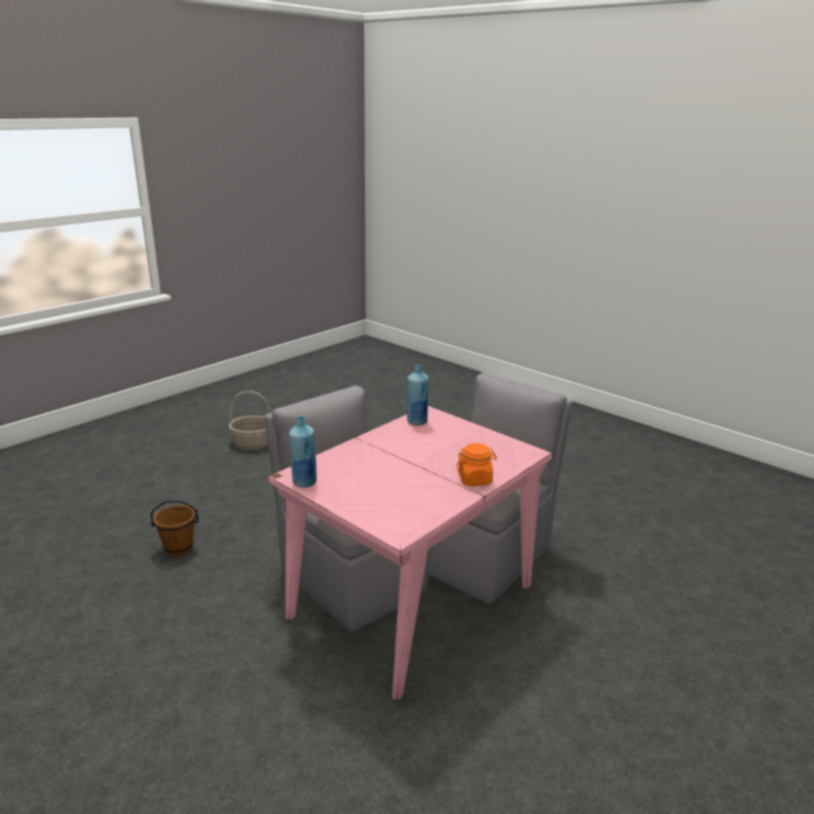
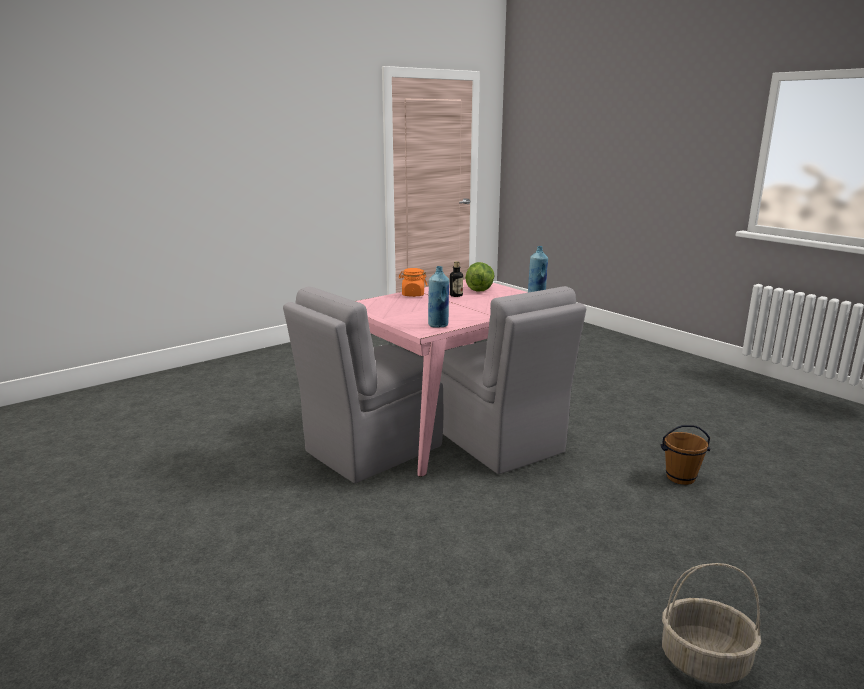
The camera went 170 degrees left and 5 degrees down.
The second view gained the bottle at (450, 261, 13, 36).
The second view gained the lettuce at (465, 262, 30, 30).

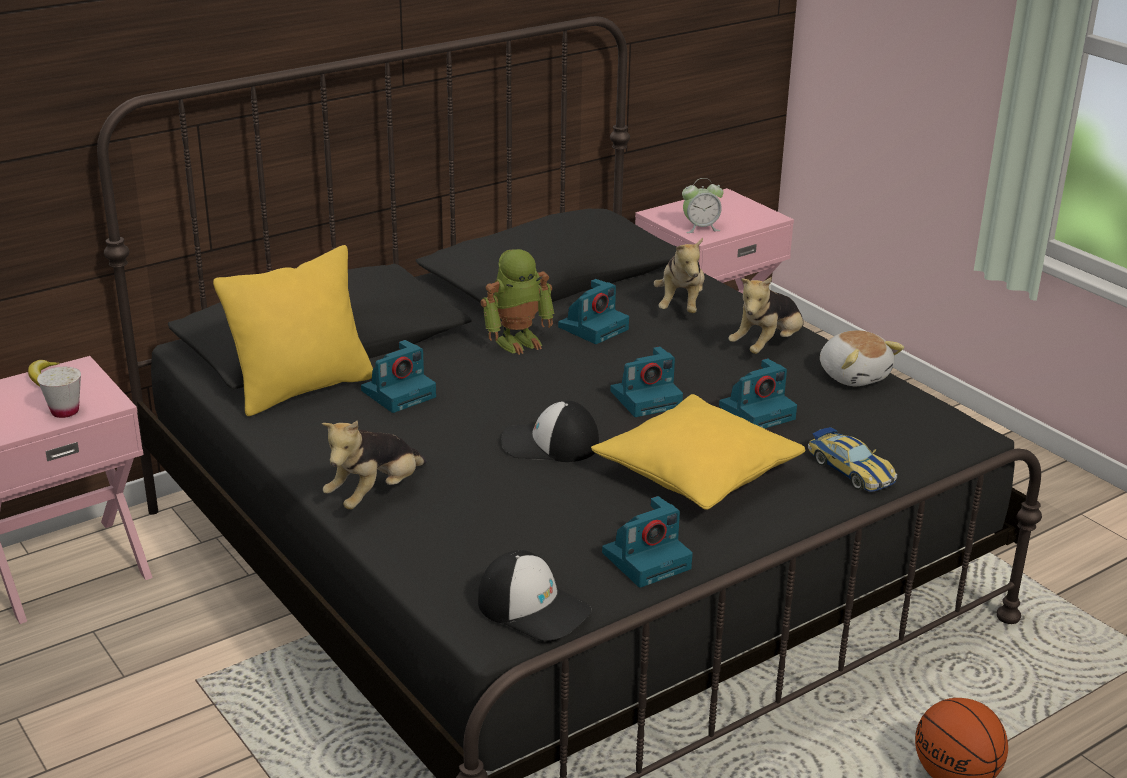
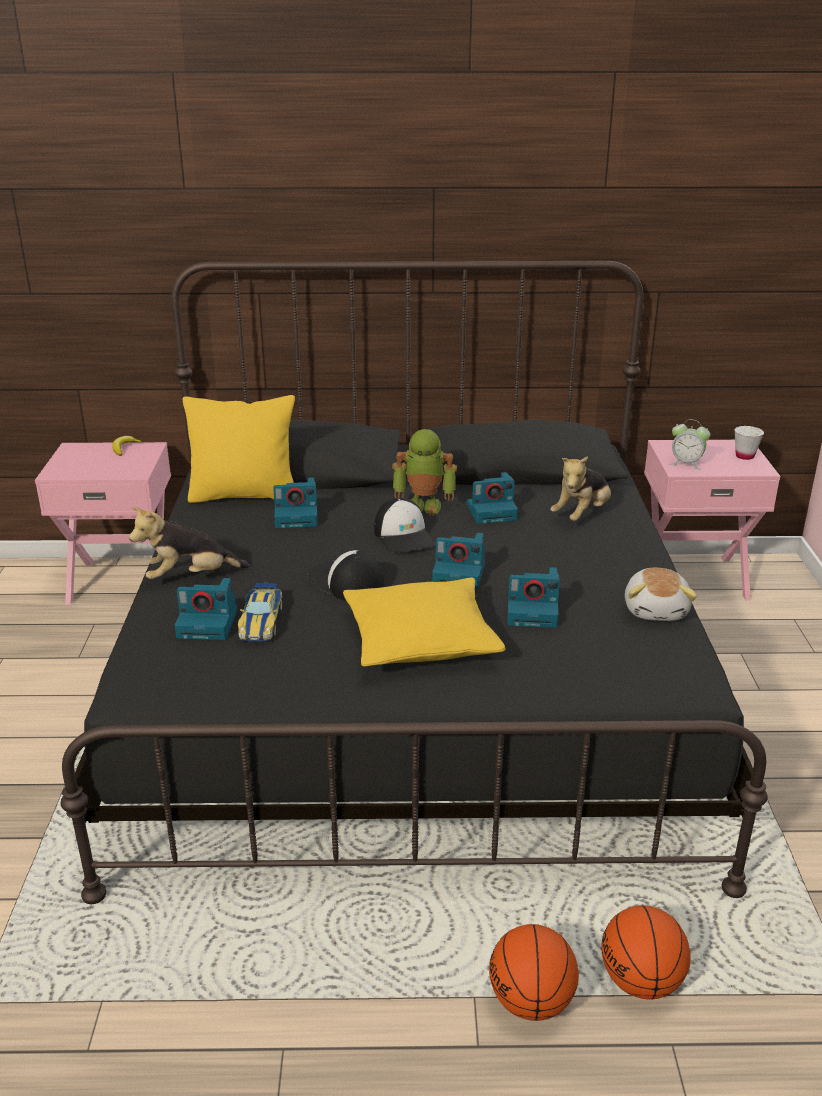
The camera went 35 degrees right and 0 degrees up.
The white_cup ended up elsewhere, having gone from (37, 367, 44, 51) to (735, 426, 29, 34).
The cap ended up elsewhere, having gone from (478, 550, 113, 91) to (374, 498, 62, 55).
The photo_camera ended up elsewhere, having gone from (602, 496, 91, 92) to (175, 578, 62, 62).
The second view lost the plush_toy at (728, 278, 76, 76).
The toy_car ended up elsewhere, having gone from (808, 427, 89, 65) to (238, 583, 44, 58).
The second view gained the basketball at (601, 905, 90, 94).

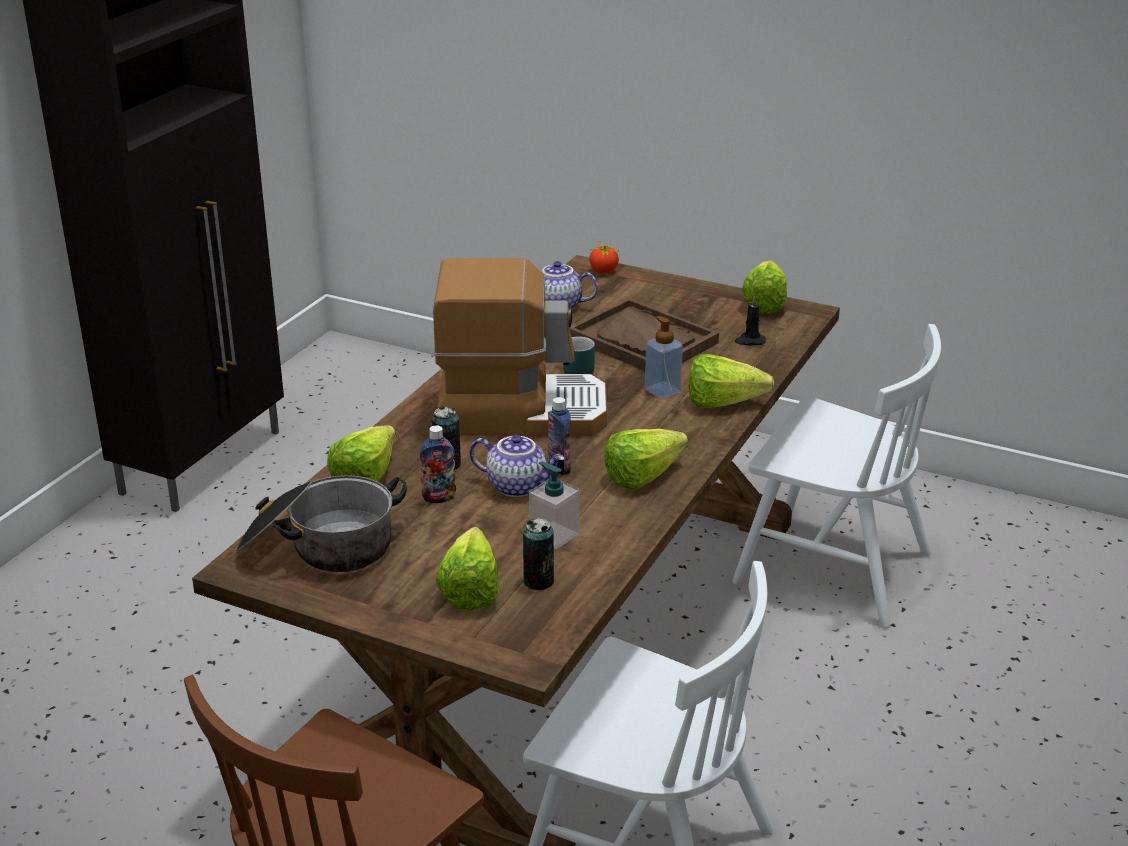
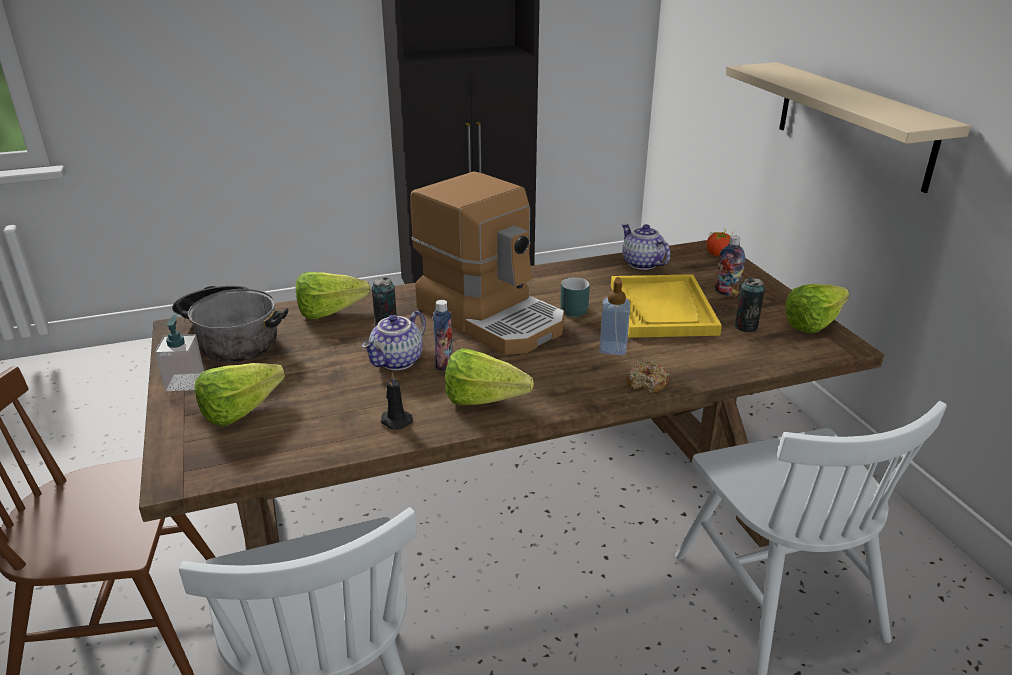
The camera went 45 degrees right and 0 degrees up.
The bottle ended up elsewhere, having gone from (419, 425, 37, 78) to (715, 235, 30, 61).
The teapot at (470, 435, 95, 62) ended up facing another way, 60 degrees clockwise from before.
The can ended up elsewhere, having gone from (523, 518, 31, 72) to (735, 278, 30, 54).
The soap_dispenser ended up elsewhere, having gone from (529, 461, 51, 88) to (155, 315, 49, 76).
What was the brown_tray at (570, 298, 149, 73) turned into the yellow_tray at (611, 274, 111, 64).
Where the lettuce stood at (689, 354, 85, 54), the donut came to stand at (626, 360, 43, 33).
The black_candle ended up elsewhere, having gone from (734, 296, 32, 50) to (381, 373, 32, 57).
The second view gained the beige_shelf at (726, 62, 245, 131).

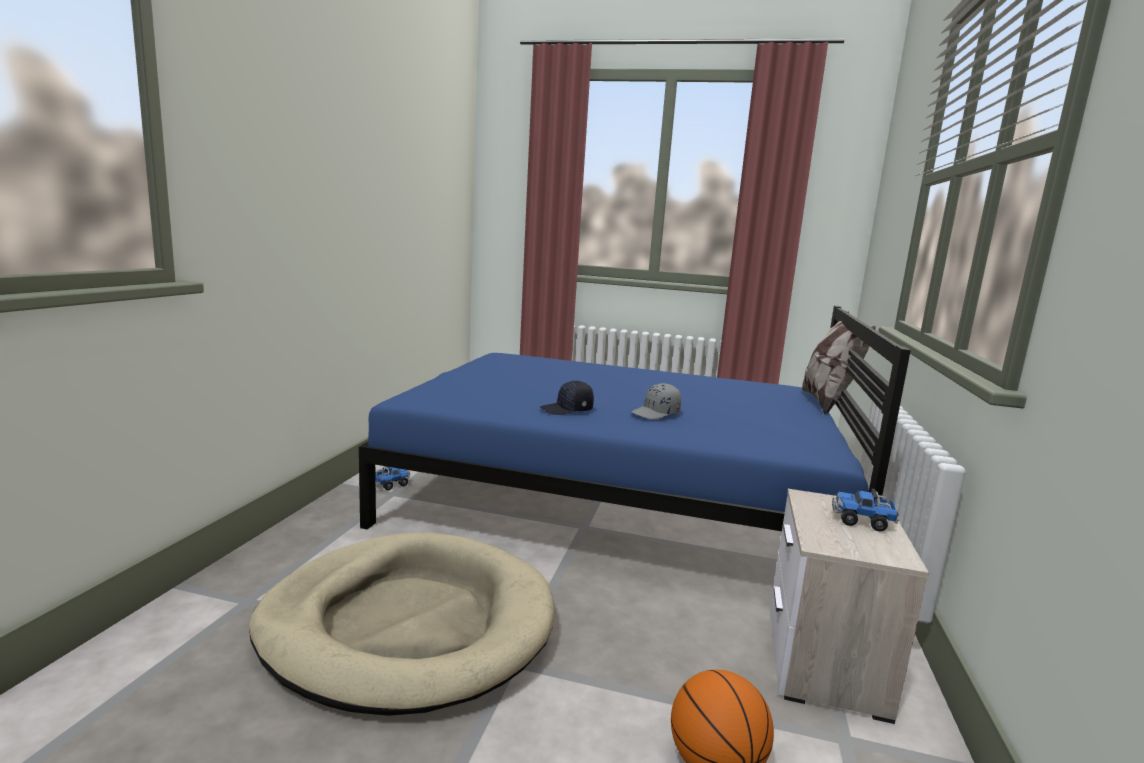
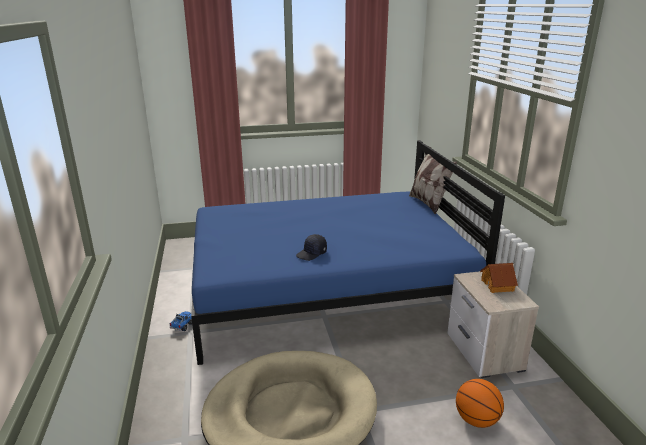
The camera went 25 degrees left and 10 degrees up.
The second view lost the grey_cap at (631, 383, 50, 36).
Where the toy_truck stood at (832, 489, 67, 42), the toy_house came to stand at (480, 263, 38, 30).

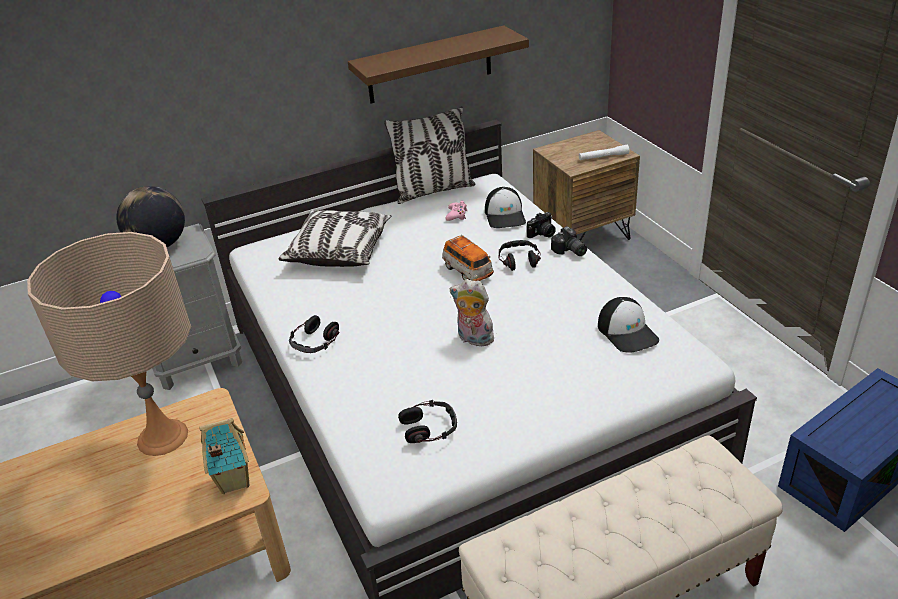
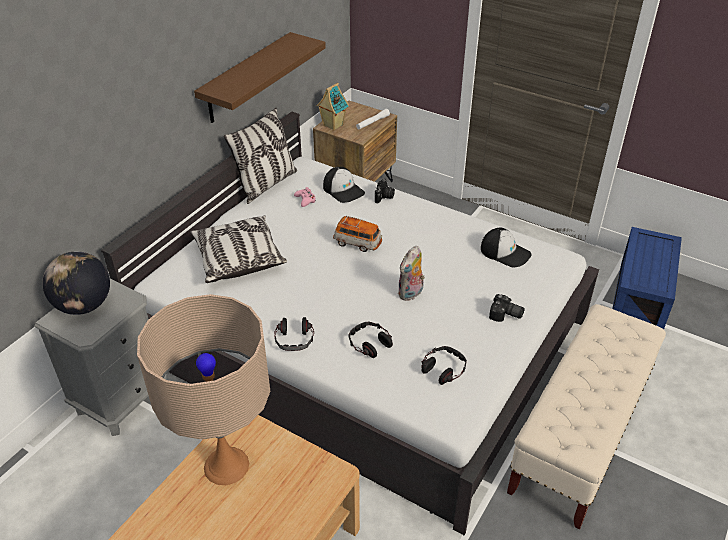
The camera went 35 degrees left and 5 degrees up.
The toy_house ended up elsewhere, having gone from (199, 418, 50, 76) to (316, 83, 33, 48).
The plush_toy at (450, 279, 46, 67) ended up facing another way, 45 degrees counterclockwise from before.
The headphones ended up elsewhere, having gone from (499, 240, 42, 31) to (348, 322, 45, 36).
The photo_camera ended up elsewhere, having gone from (551, 226, 36, 30) to (489, 294, 36, 28).

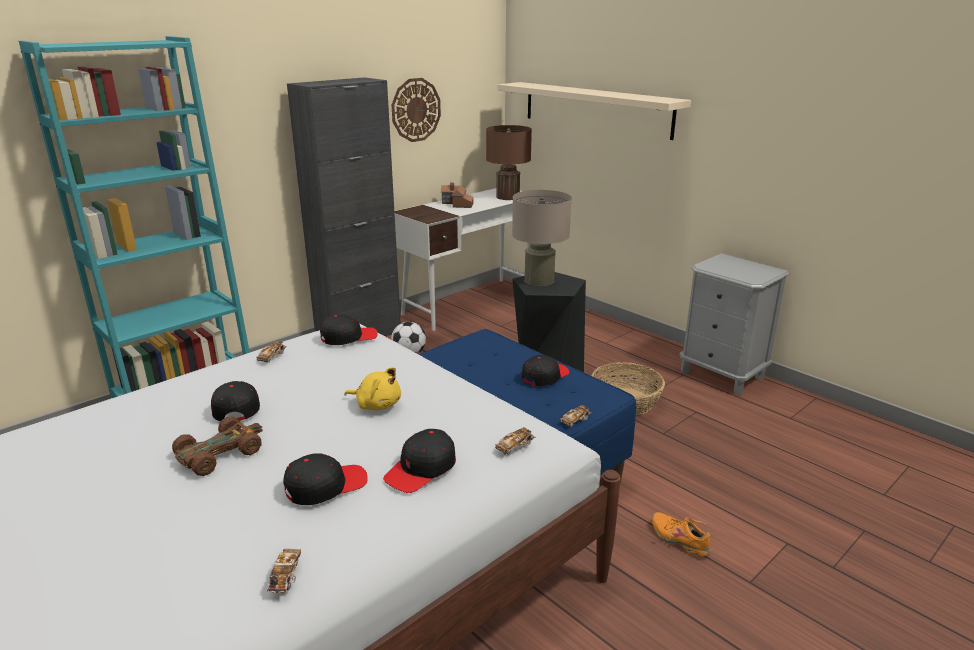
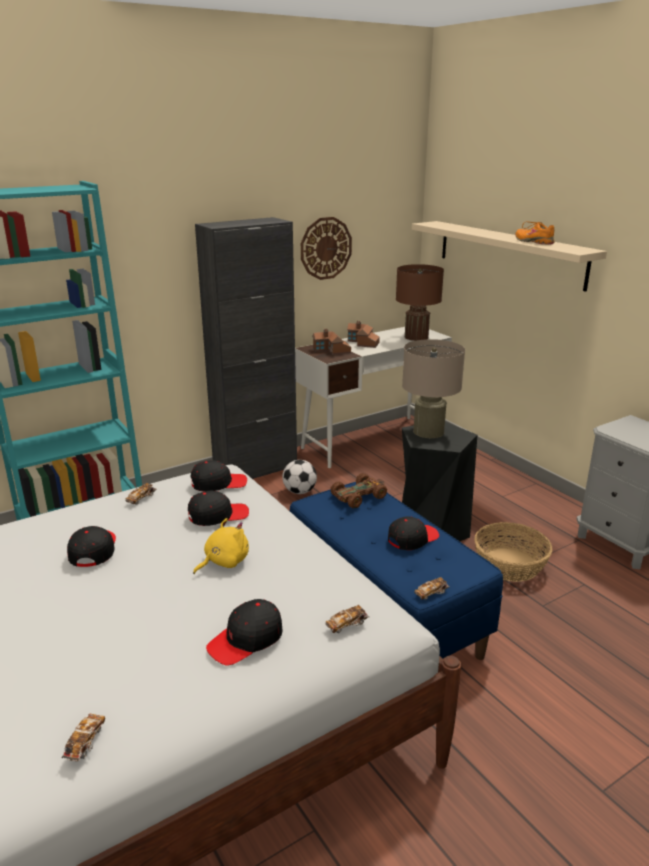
The camera went 10 degrees right and 0 degrees up.
The brown_toy_car ended up elsewhere, having gone from (172, 416, 91, 60) to (331, 473, 56, 35).
The black_cap ended up elsewhere, having gone from (283, 453, 85, 52) to (188, 491, 61, 35).
The yellow_plush_toy at (344, 367, 57, 43) ended up facing another way, 75 degrees counterclockwise from before.
The orange_shoe ended up elsewhere, having gone from (652, 512, 59, 46) to (515, 221, 40, 24).
The second view gained the toy_house at (312, 329, 39, 26).

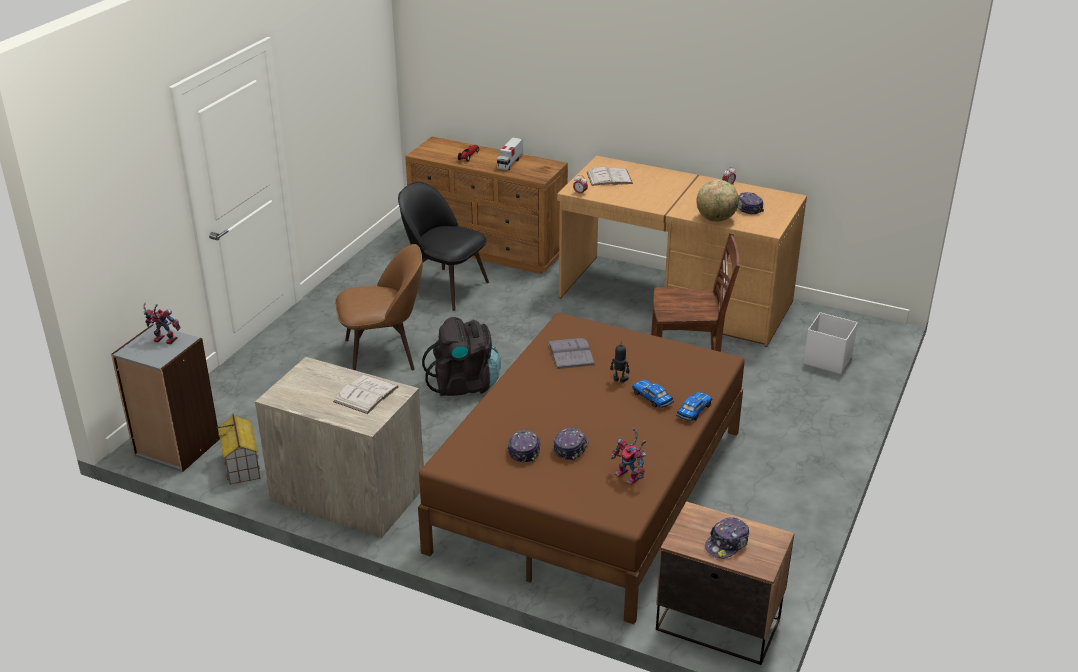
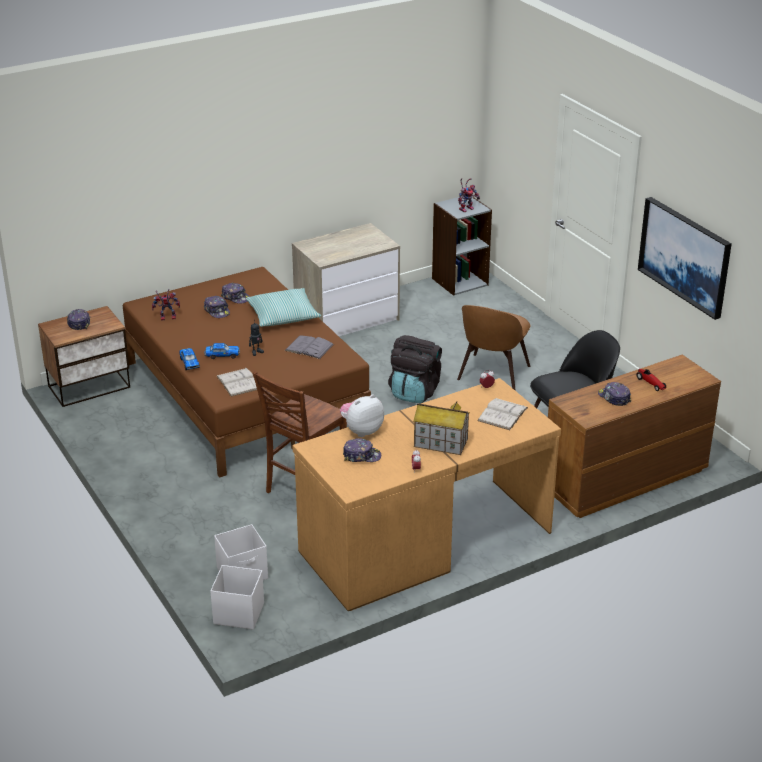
The camera went 125 degrees right and 0 degrees up.
The toy_house ended up elsewhere, having gone from (216, 414, 45, 71) to (413, 401, 56, 54).
The white_book ended up elsewhere, having gone from (333, 374, 66, 40) to (216, 368, 41, 29).
Where the toy_truck stood at (497, 137, 26, 34), the cap came to stand at (598, 382, 33, 24).
Where the globe stood at (696, 180, 43, 42), the plush_toy came to stand at (340, 394, 44, 43).
The second view gained the white_storage_box at (210, 565, 54, 65).
The second view gained the pillow at (246, 288, 75, 39).
The second view gained the picture at (638, 197, 94, 123).

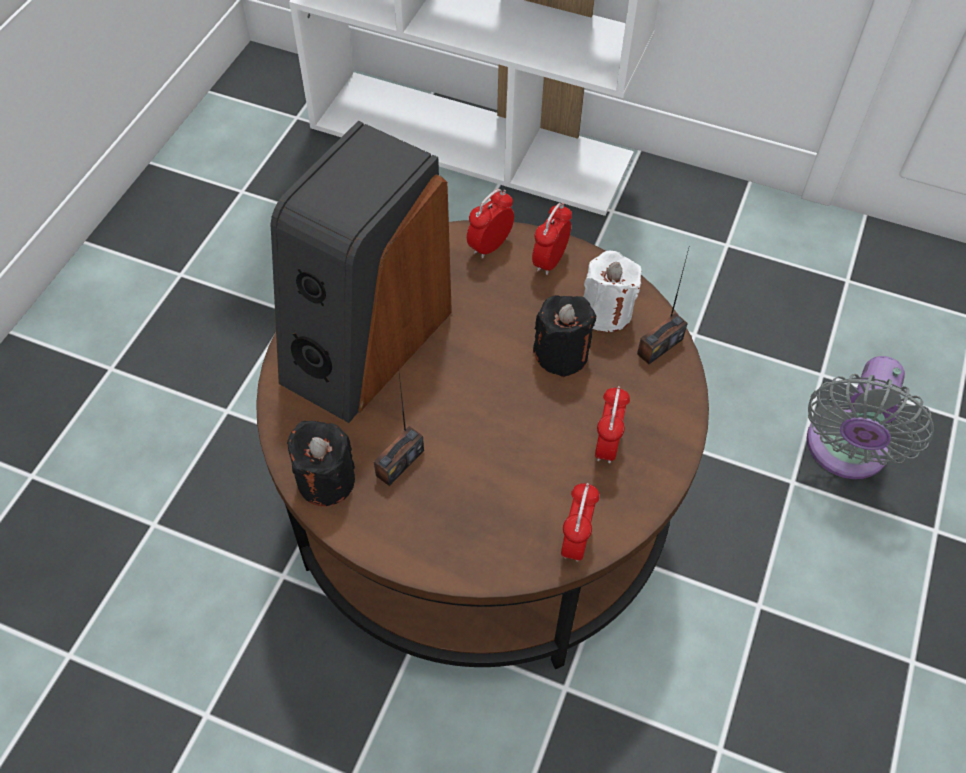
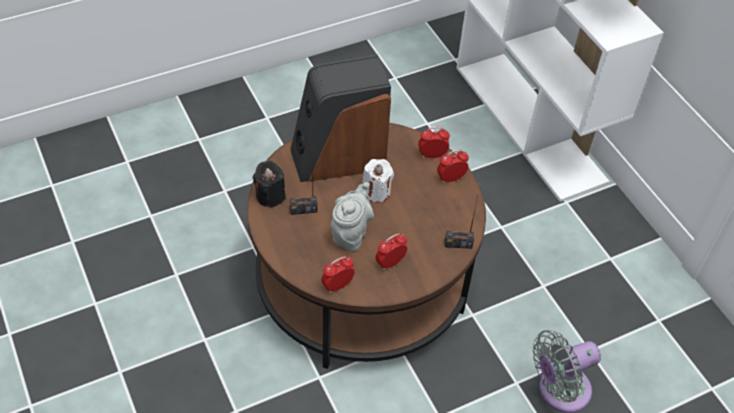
The camera went 40 degrees right and 5 degrees down.
The second view lost the black_candle at (533, 295, 63, 82).
The white_candle ended up elsewhere, having gone from (584, 251, 58, 81) to (363, 159, 31, 43).
The second view gained the grey_teapot at (331, 182, 43, 69).

